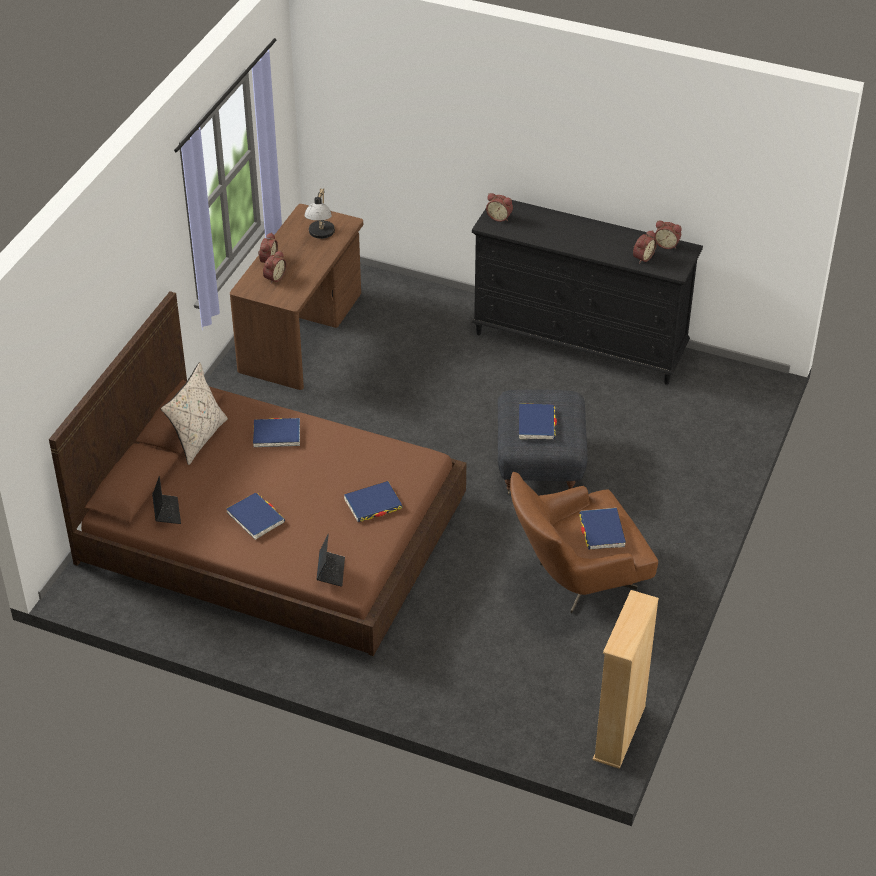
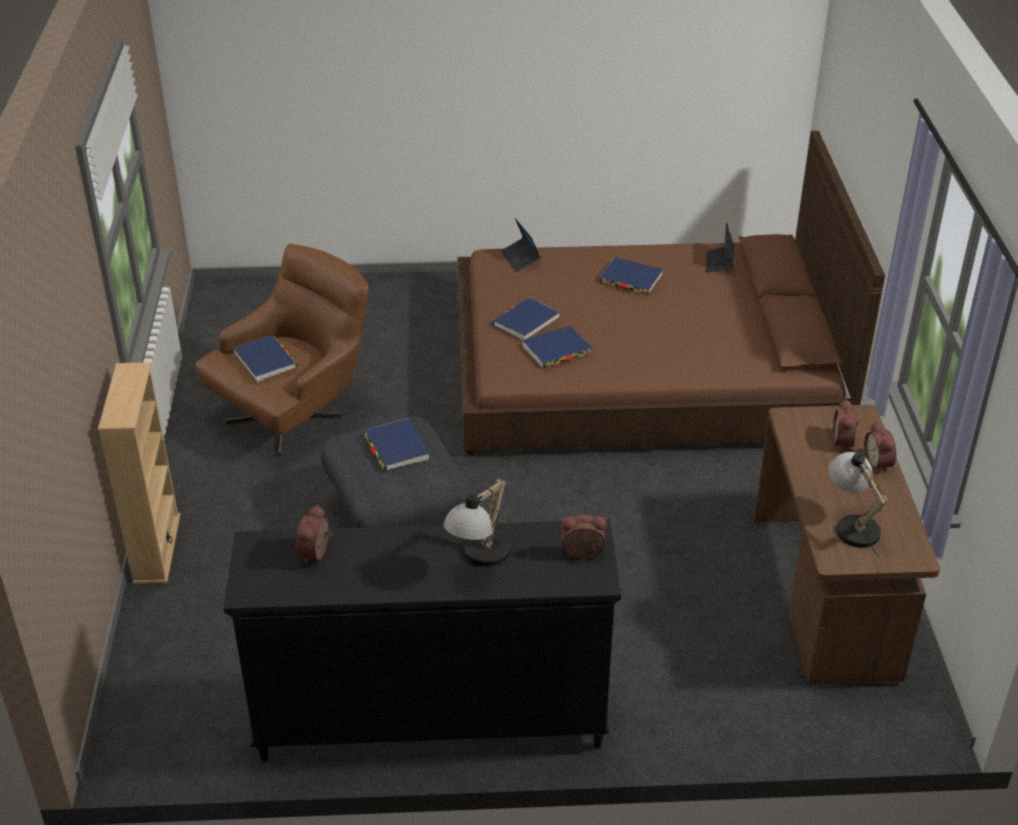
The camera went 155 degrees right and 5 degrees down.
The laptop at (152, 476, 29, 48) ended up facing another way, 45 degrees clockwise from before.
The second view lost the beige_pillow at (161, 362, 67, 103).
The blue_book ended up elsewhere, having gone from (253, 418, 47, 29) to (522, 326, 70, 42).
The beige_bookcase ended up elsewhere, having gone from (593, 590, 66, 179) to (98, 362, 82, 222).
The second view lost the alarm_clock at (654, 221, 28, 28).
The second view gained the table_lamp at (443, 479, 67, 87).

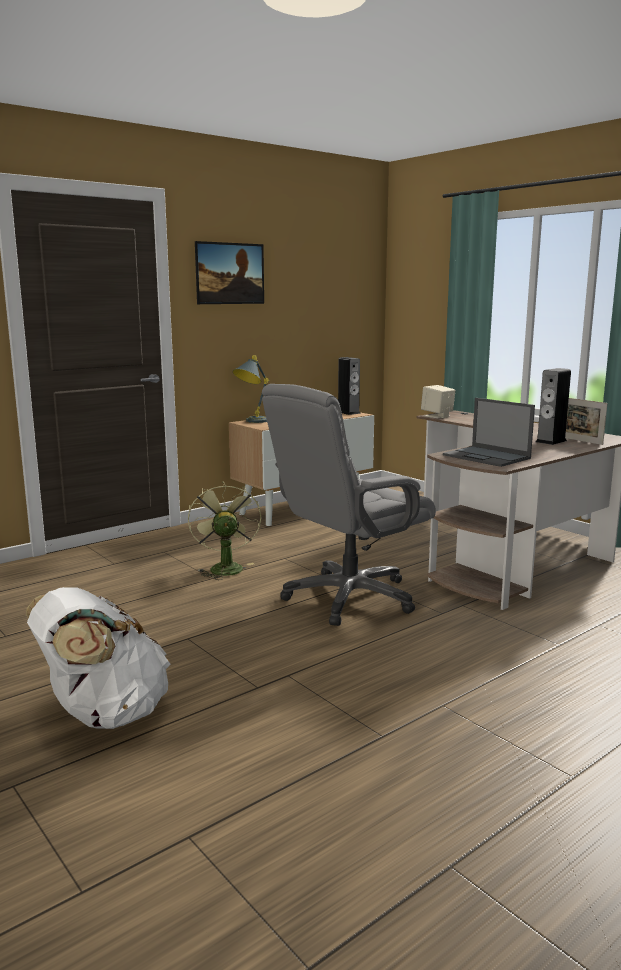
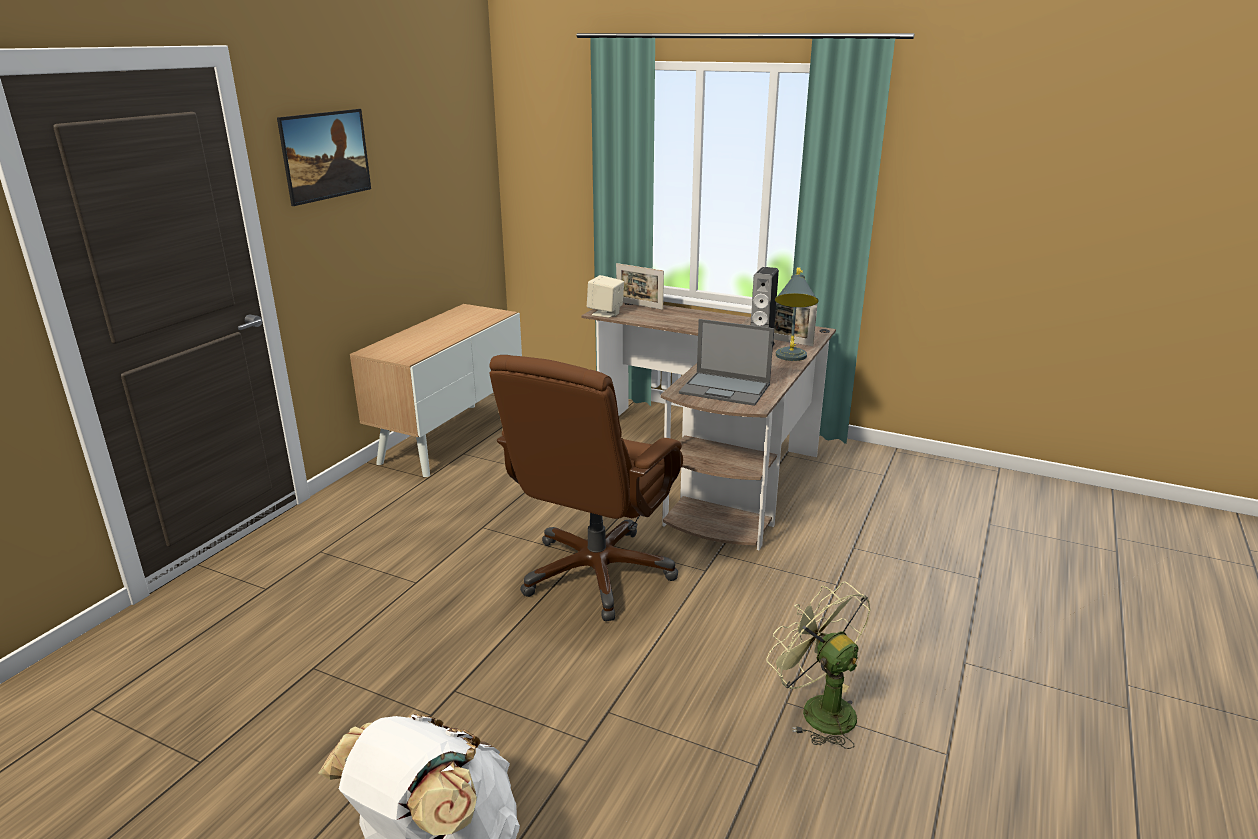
The camera went 25 degrees left and 10 degrees up.
The green_fan ended up elsewhere, having gone from (188, 481, 74, 99) to (766, 582, 105, 167).
The grey_table_lamp ended up elsewhere, having gone from (233, 355, 36, 68) to (775, 268, 44, 93).
What was the grey_office_chair at (262, 384, 174, 242) turned into the brown_office_chair at (489, 355, 194, 266).
The second view lost the speaker at (338, 357, 23, 58).
The second view gained the picture_frame at (616, 263, 48, 47).

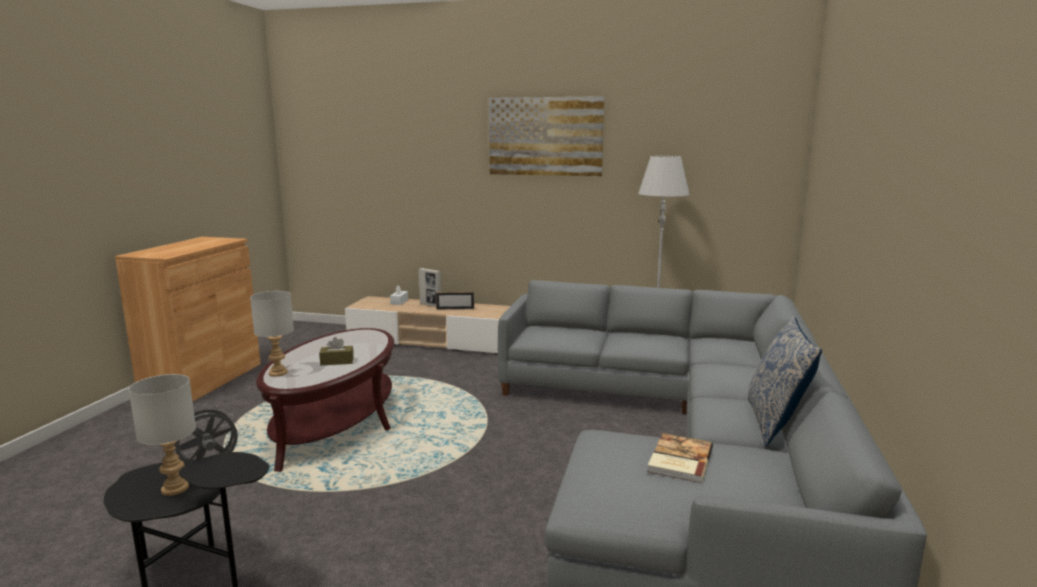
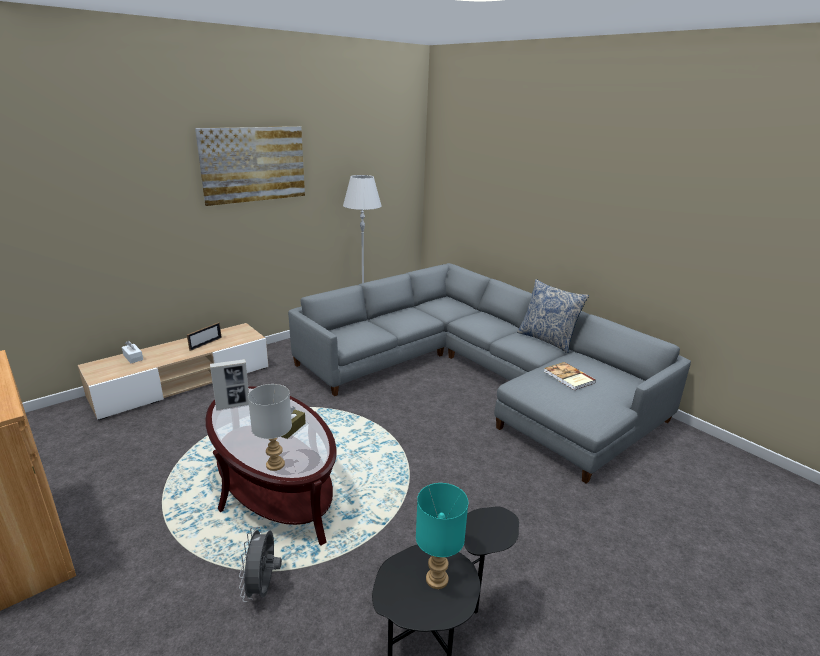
The camera went 55 degrees left and 10 degrees up.
What was the grey_table_lamp at (129, 374, 67, 122) turned into the turquoise_table_lamp at (416, 483, 52, 106).
The picture_frame ended up elsewhere, having gone from (419, 268, 22, 39) to (210, 359, 39, 51).

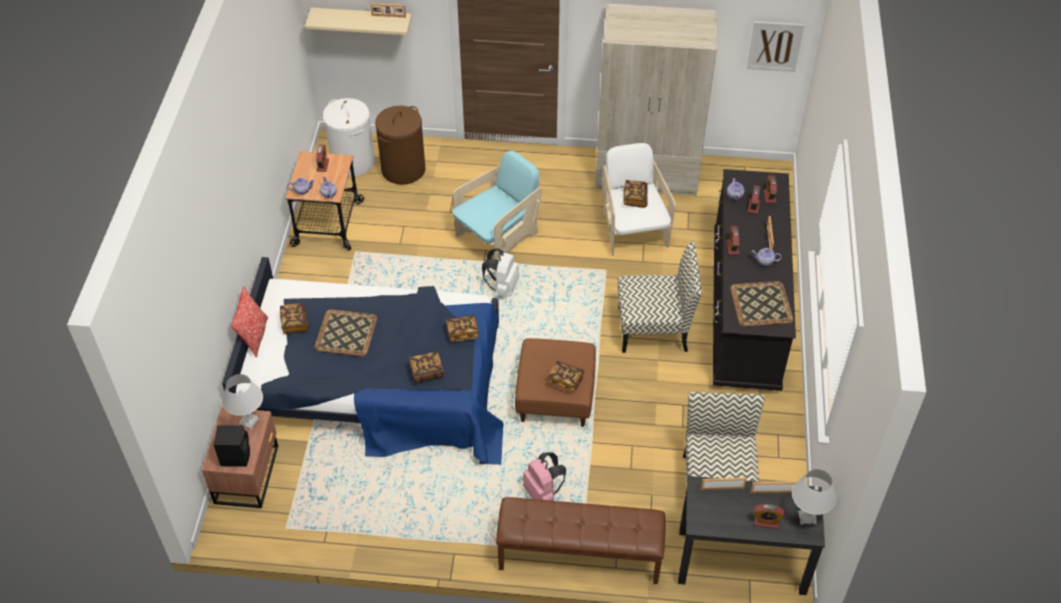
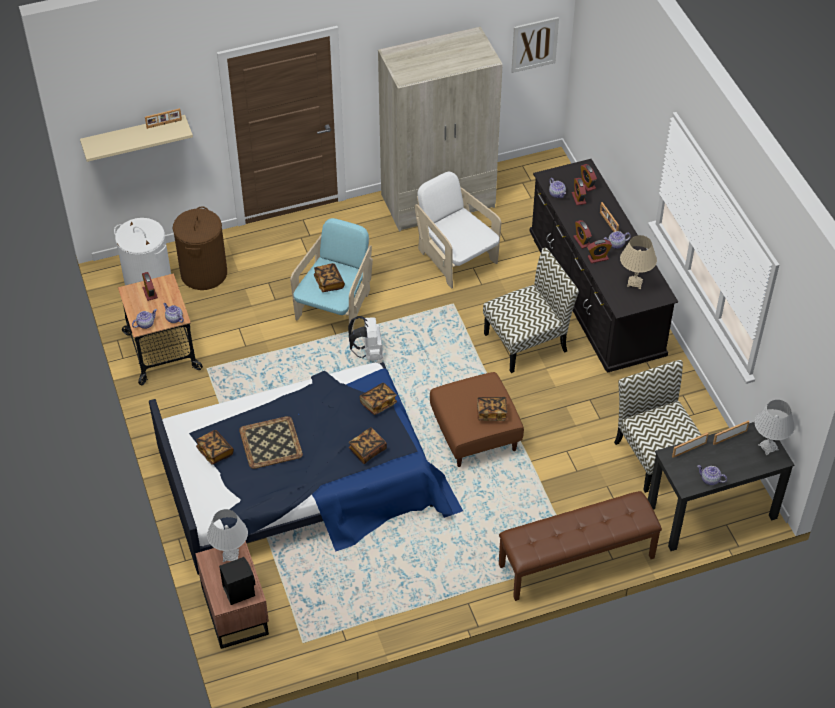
The camera went 25 degrees left and 0 degrees up.
The second view lost the pillow at (231, 286, 37, 72).
The second view lost the pink_backpack at (523, 452, 43, 49).
The book ended up elsewhere, having gone from (623, 180, 25, 28) to (314, 263, 31, 29).
Where the tray stood at (730, 281, 63, 46), the beige_table_lamp came to stand at (620, 235, 37, 54).
The alarm_clock ended up elsewhere, having gone from (754, 504, 31, 25) to (587, 240, 25, 24).
The second view gained the teapot at (697, 465, 30, 20).

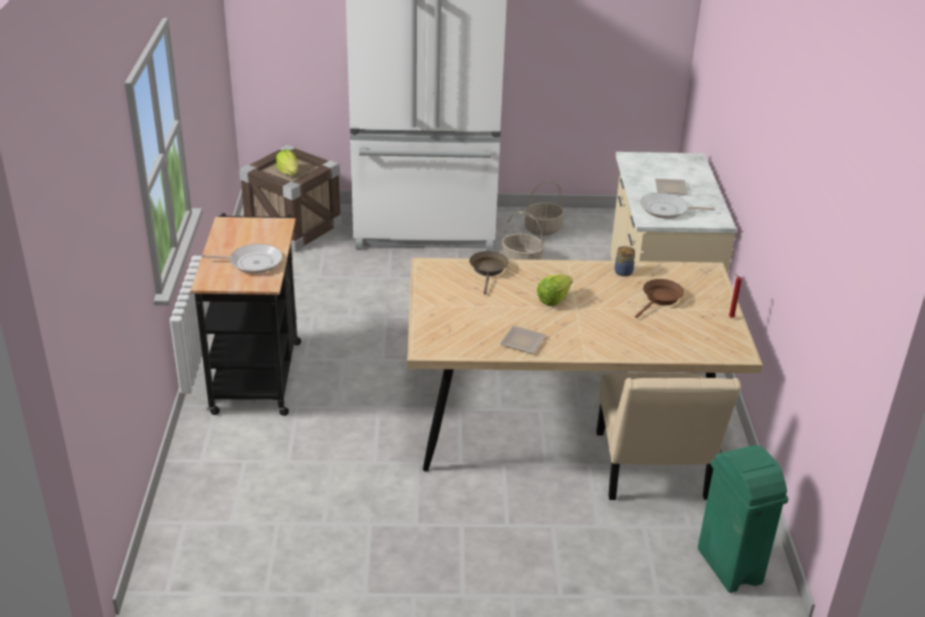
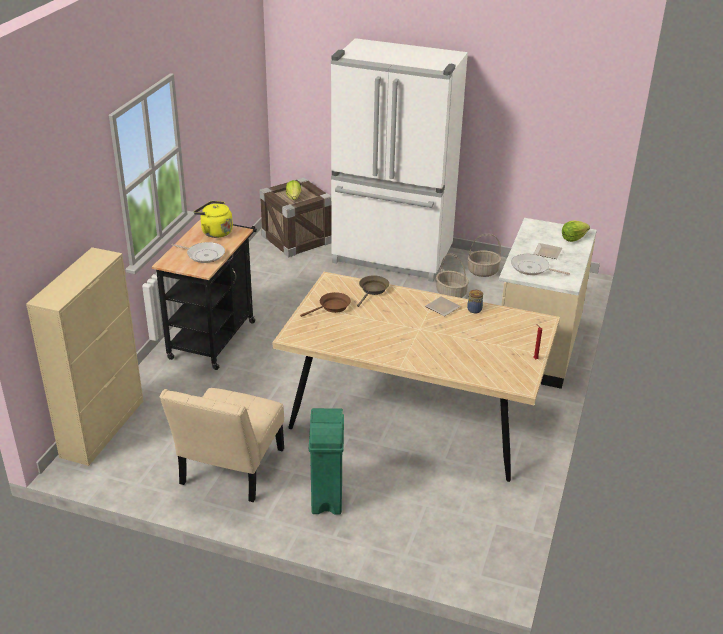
The camera went 20 degrees right and 0 degrees up.
The plate ended up elsewhere, having gone from (500, 326, 46, 28) to (425, 296, 36, 20).
The lettuce ended up elsewhere, having gone from (537, 274, 36, 32) to (562, 220, 28, 22).
The beige_chair ended up elsewhere, having gone from (596, 372, 145, 128) to (160, 388, 124, 114).
The brown_frying_pan ended up elsewhere, having gone from (635, 279, 49, 39) to (300, 292, 51, 25).
The green_trash_can ended up elsewhere, having gone from (698, 445, 90, 148) to (309, 408, 35, 107).
The second view gained the beige_cabinet at (26, 247, 117, 219).
The second view gained the yellow_kettle at (194, 201, 39, 37).

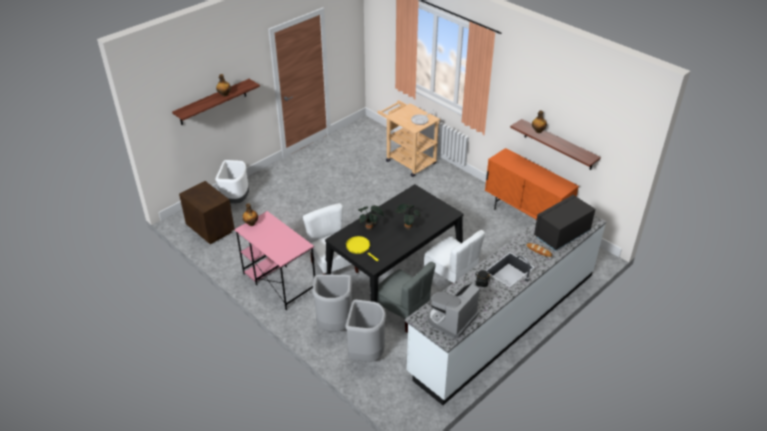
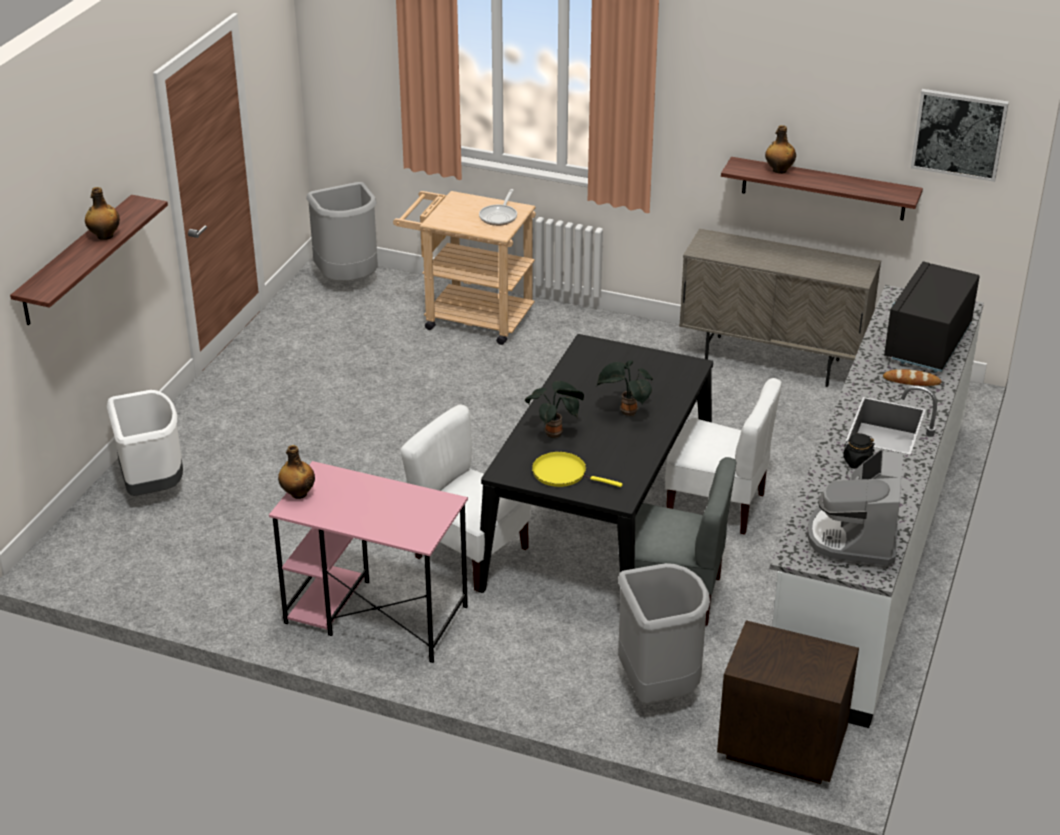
The camera went 25 degrees left and 5 degrees down.
The brown_nightstand ended up elsewhere, having gone from (179, 181, 55, 63) to (717, 620, 142, 164).
The grey_trash_can ended up elsewhere, having gone from (312, 275, 40, 56) to (306, 182, 72, 100).
What was the orange_cabinet at (485, 148, 94, 72) turned into the beige_cabinet at (679, 228, 202, 159).
The second view gained the picture at (911, 89, 98, 93).

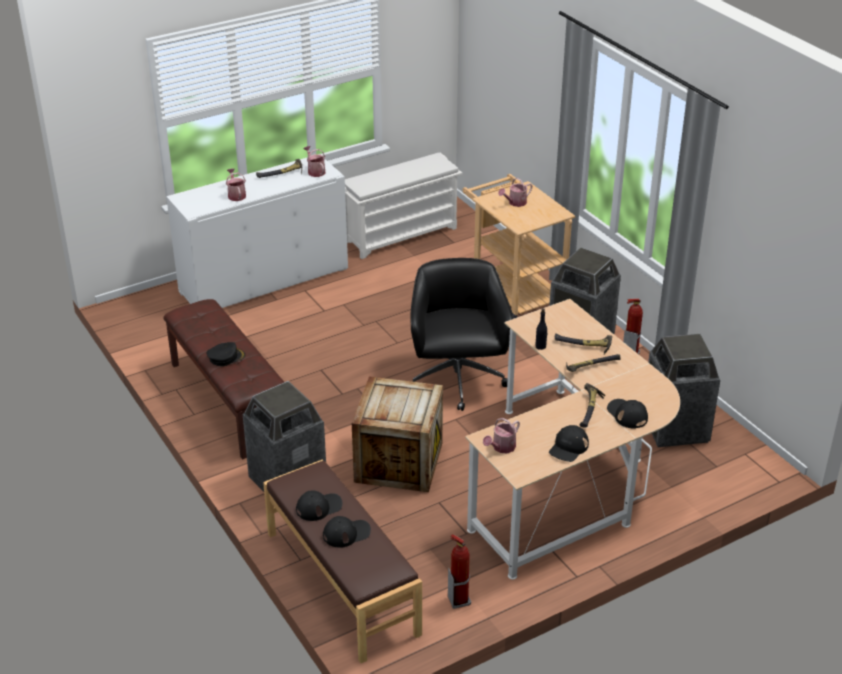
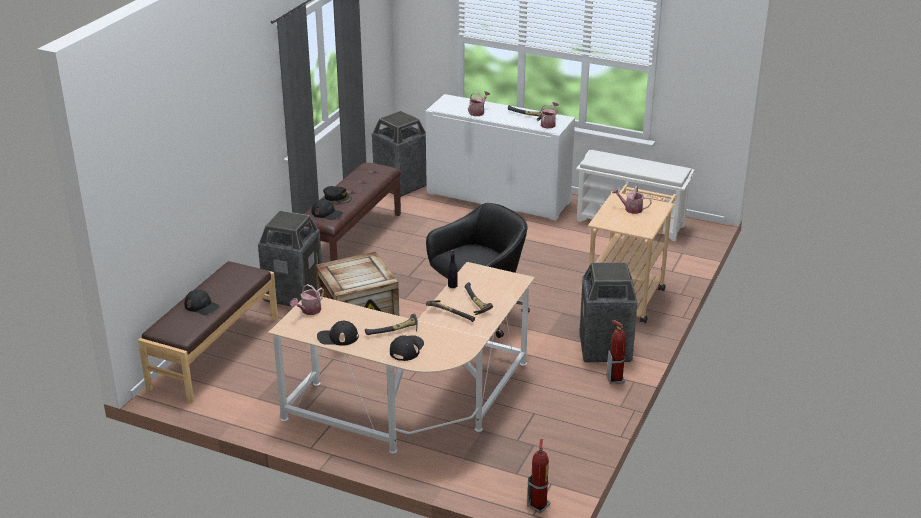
The camera went 55 degrees right and 5 degrees down.
The black_cap ended up elsewhere, having gone from (296, 491, 46, 30) to (311, 199, 32, 21).
The fire_extinguisher ended up elsewhere, having gone from (448, 534, 23, 75) to (527, 439, 23, 74).
The watering_can at (483, 418, 37, 35) ended up facing another way, 60 degrees counterclockwise from before.
The trash_can ended up elsewhere, having gone from (648, 334, 72, 113) to (372, 111, 55, 86).

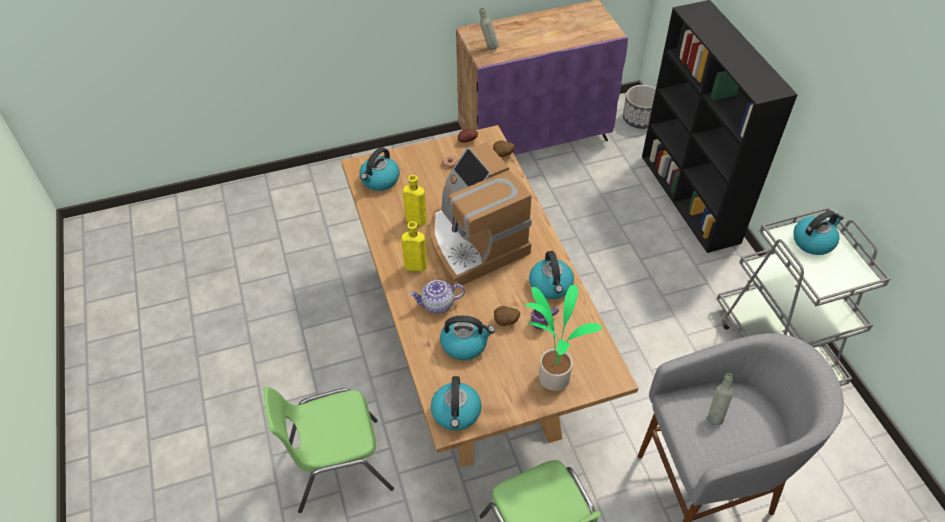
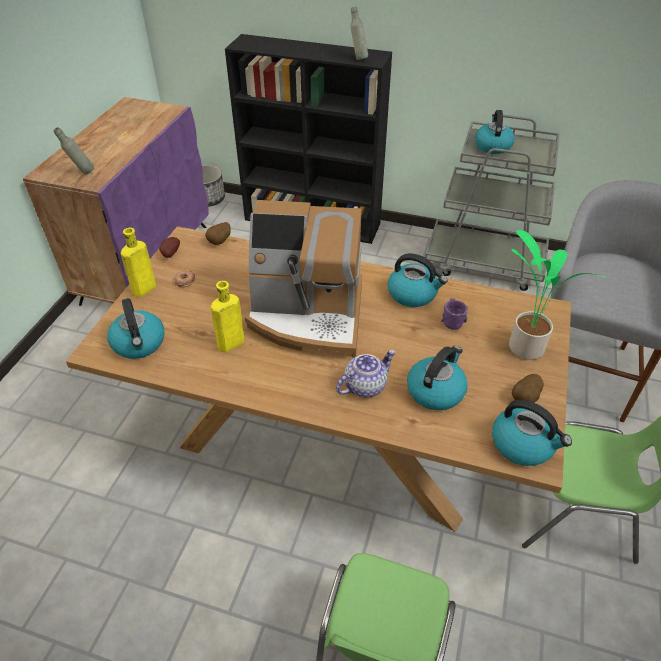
The camera went 55 degrees left and 5 degrees down.
The yellow_bottle ended up elsewhere, having gone from (402, 221, 25, 50) to (121, 228, 35, 69).
The teapot at (409, 280, 56, 34) ended up facing another way, 150 degrees counterclockwise from before.
The potato ended up elsewhere, having gone from (494, 306, 26, 20) to (512, 374, 32, 28).
The grey_bottle ended up elsewhere, having gone from (708, 373, 26, 52) to (350, 7, 18, 53).

